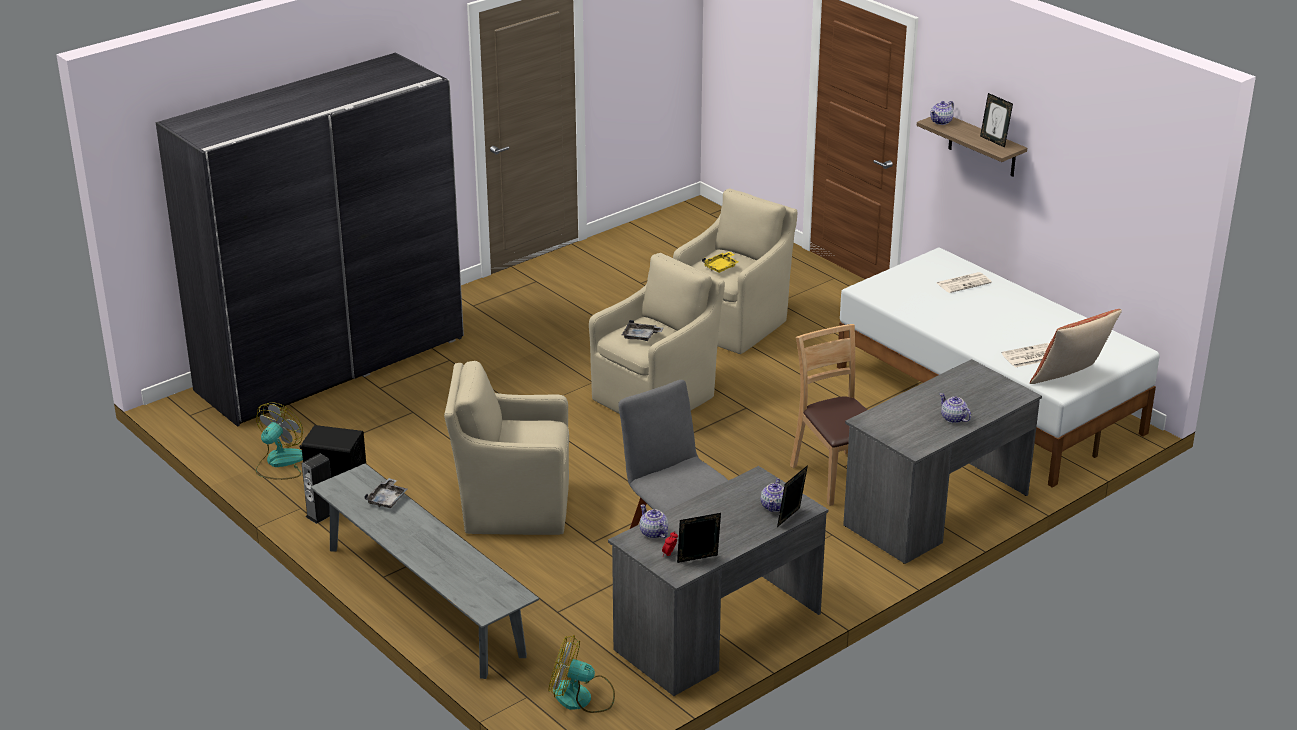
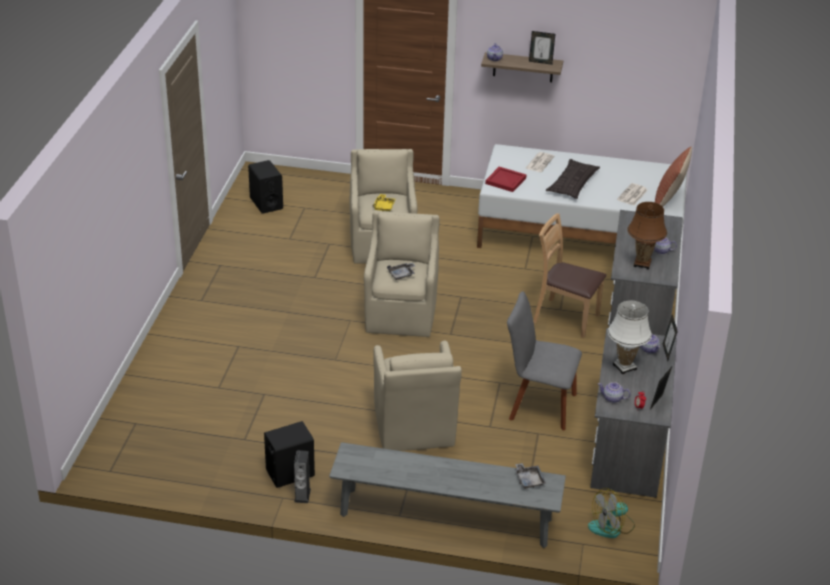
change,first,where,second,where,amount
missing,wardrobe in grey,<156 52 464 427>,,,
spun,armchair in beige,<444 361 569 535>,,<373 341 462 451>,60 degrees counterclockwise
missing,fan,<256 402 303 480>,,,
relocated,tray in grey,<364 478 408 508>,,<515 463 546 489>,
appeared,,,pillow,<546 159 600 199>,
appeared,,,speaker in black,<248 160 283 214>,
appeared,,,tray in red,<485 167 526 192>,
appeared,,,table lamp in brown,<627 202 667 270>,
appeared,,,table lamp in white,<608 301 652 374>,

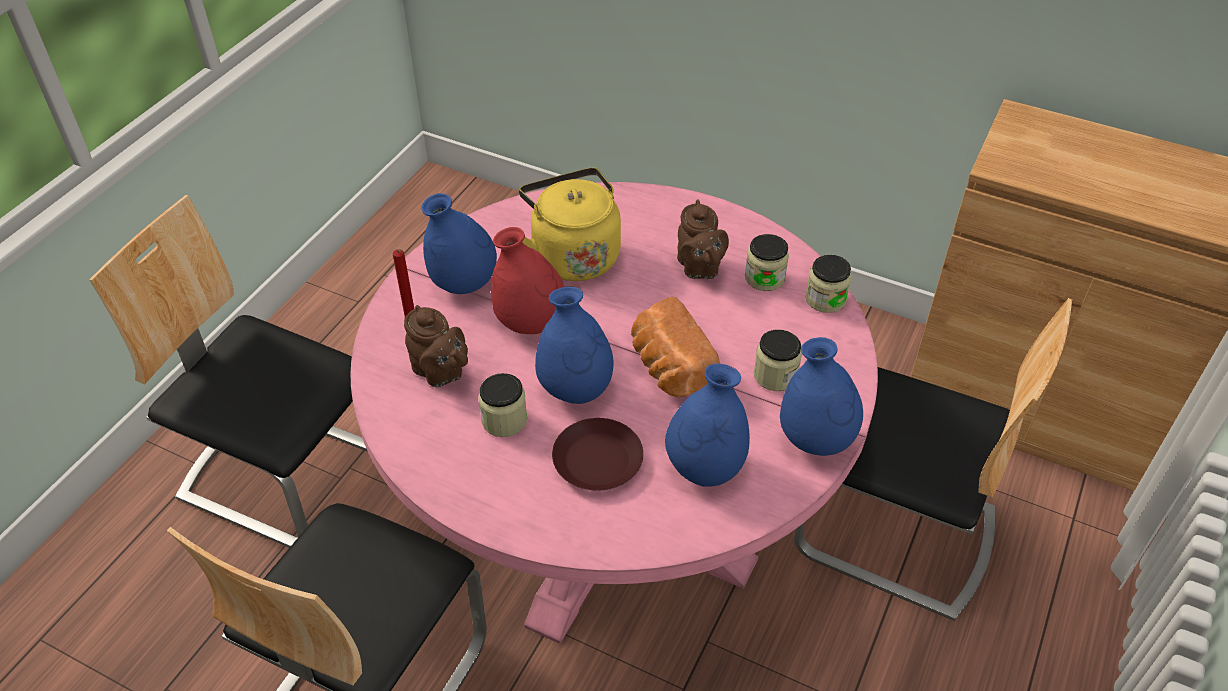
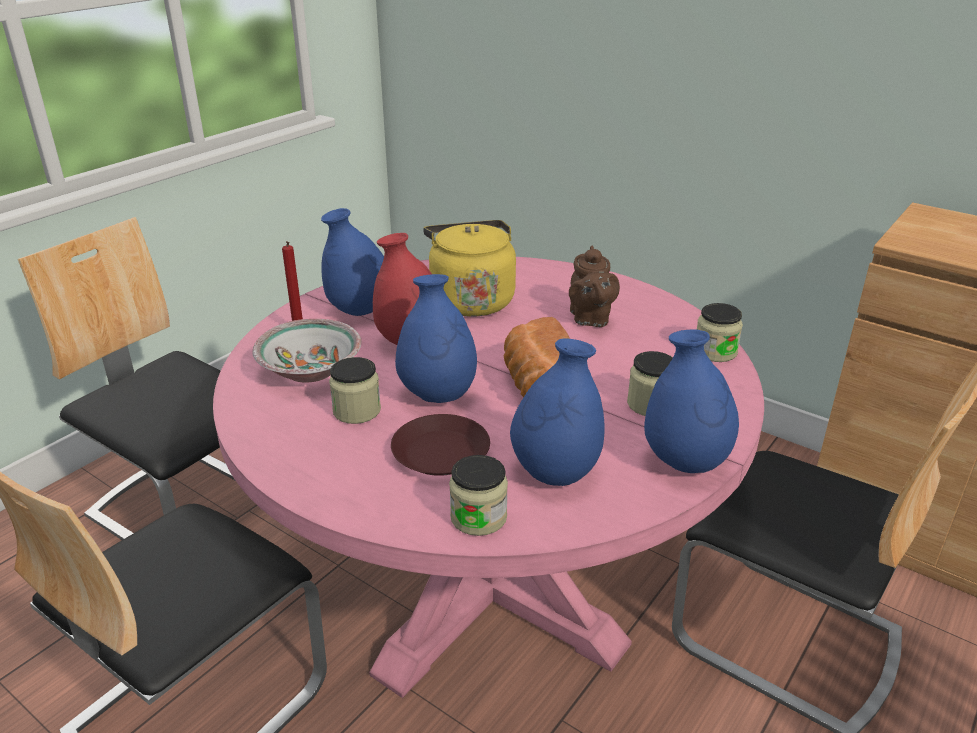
change,first,where,second,where,amount
relocated,jar,<745 234 789 291>,,<449 455 508 536>,
exchanged,teapot in brown,<404 305 468 387>,bowl,<252 319 361 383>,

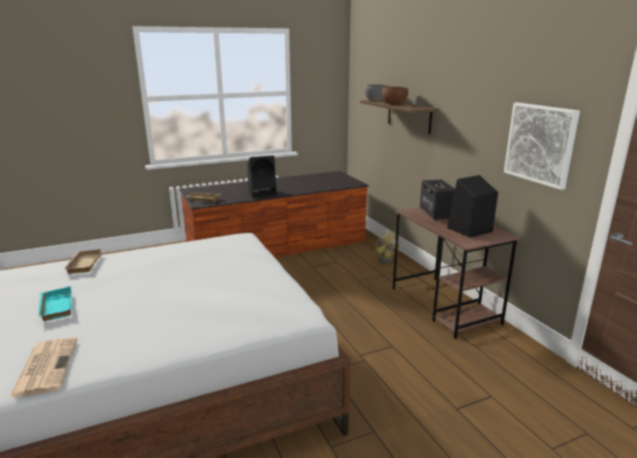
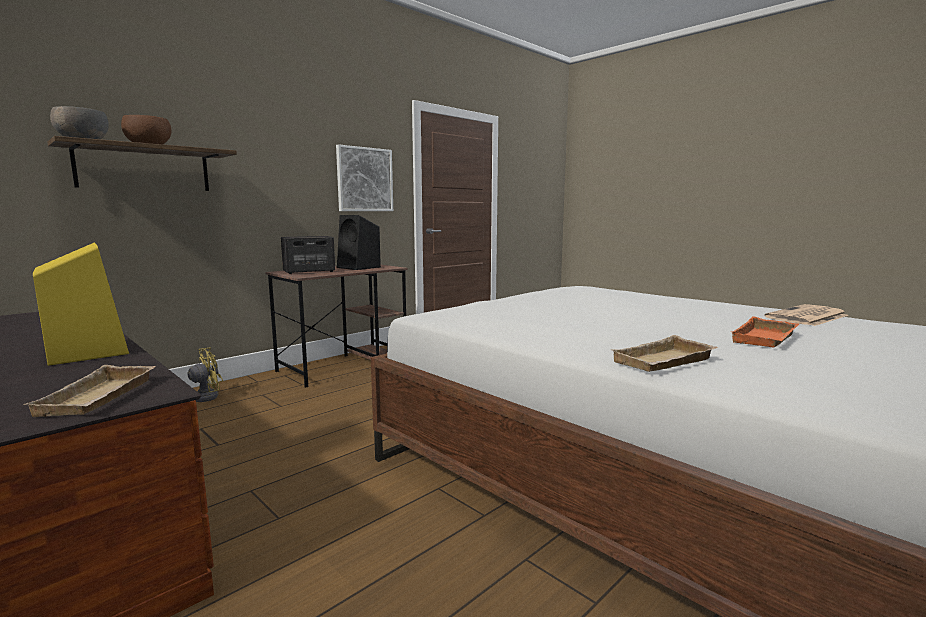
change,first,where,second,where,amount
colour,speaker in black,<247 156 277 198>,speaker in yellow,<33 243 129 366>,
colour,tray in turquoise,<38 286 72 321>,tray in orange,<732 316 799 348>,

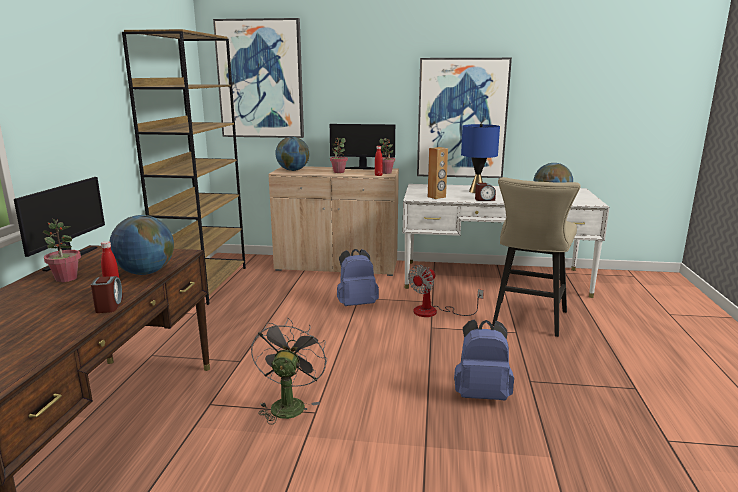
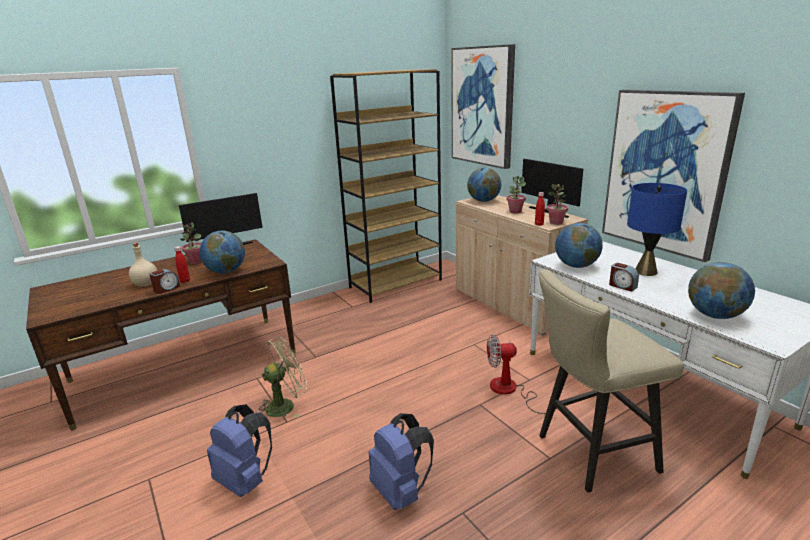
change,first,where,second,where,amount
exchanged,speaker in brown,<428 147 448 199>,globe,<555 223 603 268>,
relocated,backpack in blue,<337 249 379 306>,,<207 405 272 497>,
colour,fan in grey,<251 318 327 425>,fan in green,<256 336 307 418>,
appeared,,,bottle in beige,<129 242 157 287>,

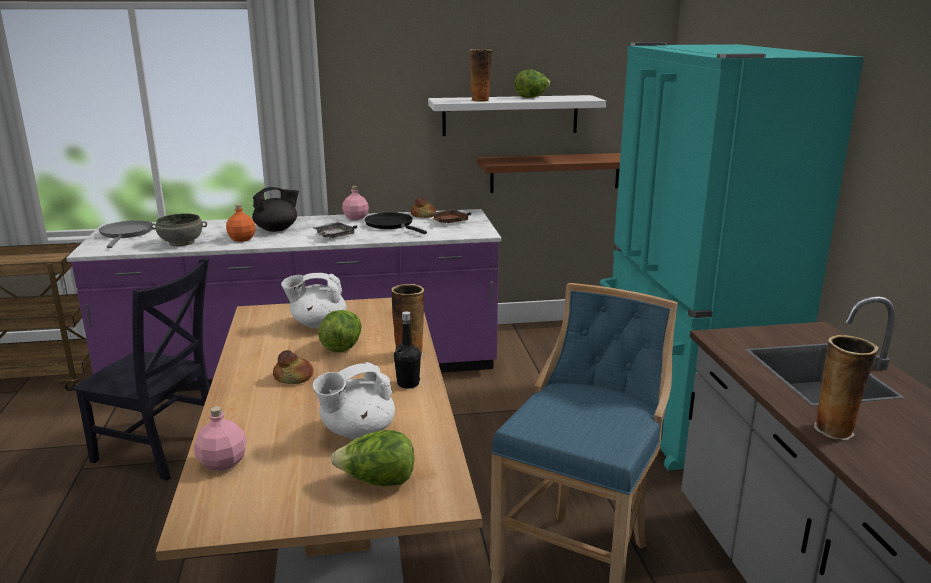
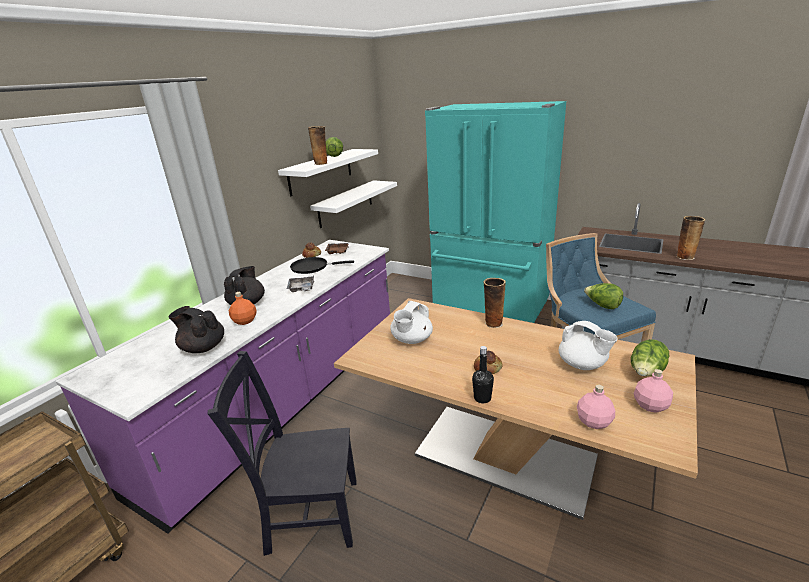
change,first,where,second,where,amount
colour,shelf in brown,<477 153 621 193>,shelf in white,<310 180 397 228>,
relocated,bottle in pink,<342 186 369 220>,,<634 369 673 412>,
exchanged,bowl in grey,<150 213 207 246>,teapot in black,<169 306 224 353>,
missing,frying pan in grey,<99 220 153 248>,,,
spun,chair in black,<72 258 210 481>,,<207 351 357 556>,150 degrees counterclockwise
relocated,lettuce,<318 310 362 353>,,<584 283 623 309>,
relocated,bottle in black,<394 311 421 389>,,<472 346 494 403>,
spun,teapot in white,<313 362 395 439>,,<559 321 618 370>,45 degrees counterclockwise

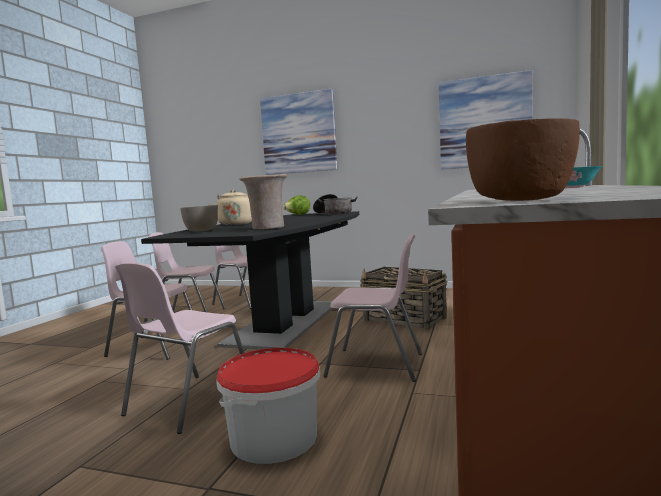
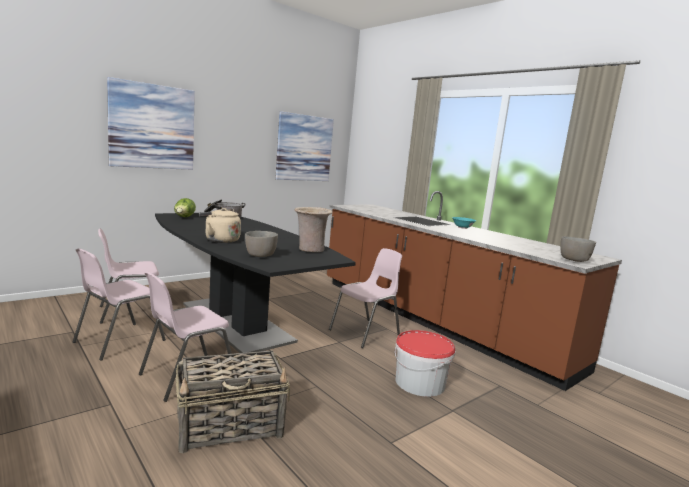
change,first,where,second,where,amount
colour,bowl in brown,<466 118 580 201>,bowl in grey,<560 236 596 262>,
missing,chair in pink,<115 262 244 434>,,,
relocated,basket,<360 267 447 330>,,<176 350 290 453>,

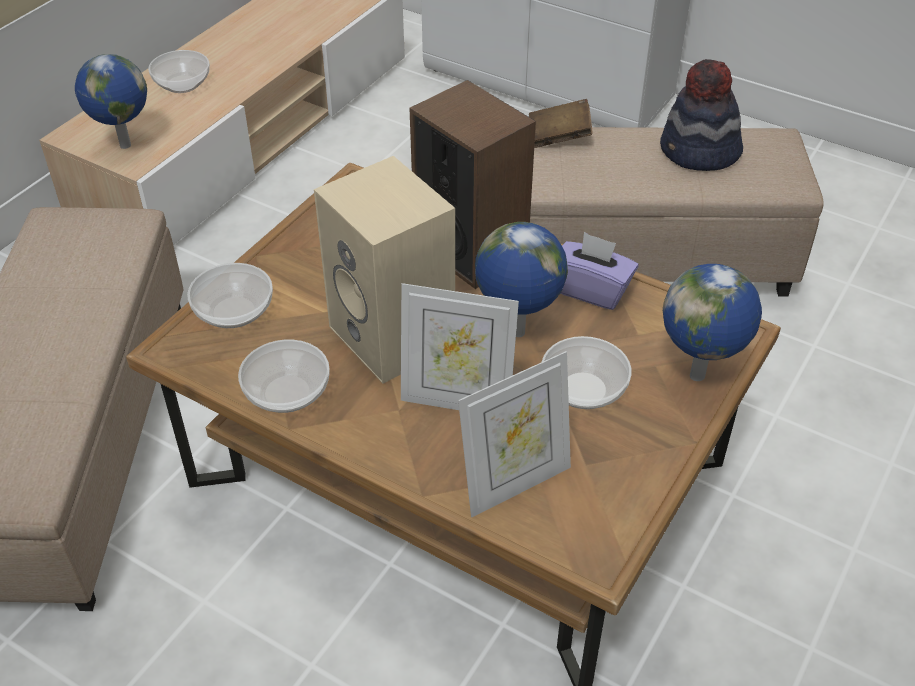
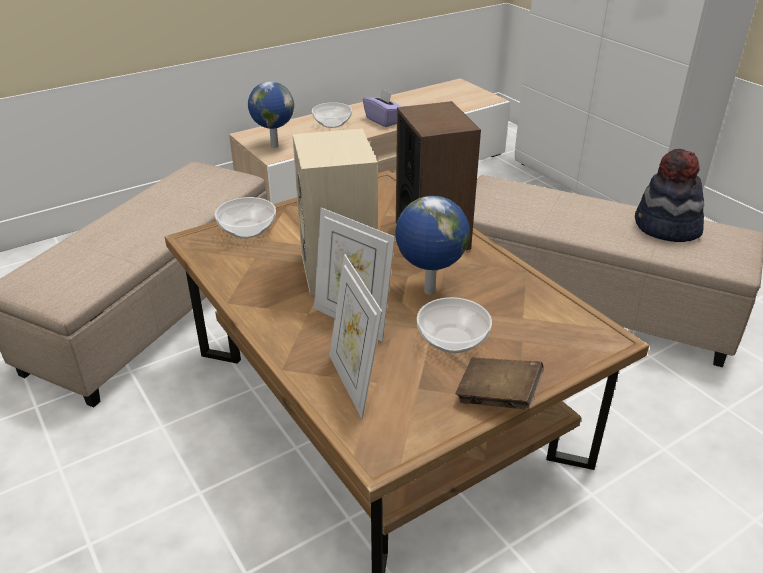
change,first,where,second,where,amount
relocated,book in brown,<529 99 593 148>,,<456 358 544 410>,
relocated,tissue box in purple,<560 232 639 310>,,<363 88 402 127>,
missing,globe,<663 264 762 381>,,,
missing,bowl,<238 339 330 413>,,,
spun,picture frame,<458 351 571 517>,,<329 254 383 419>,75 degrees clockwise

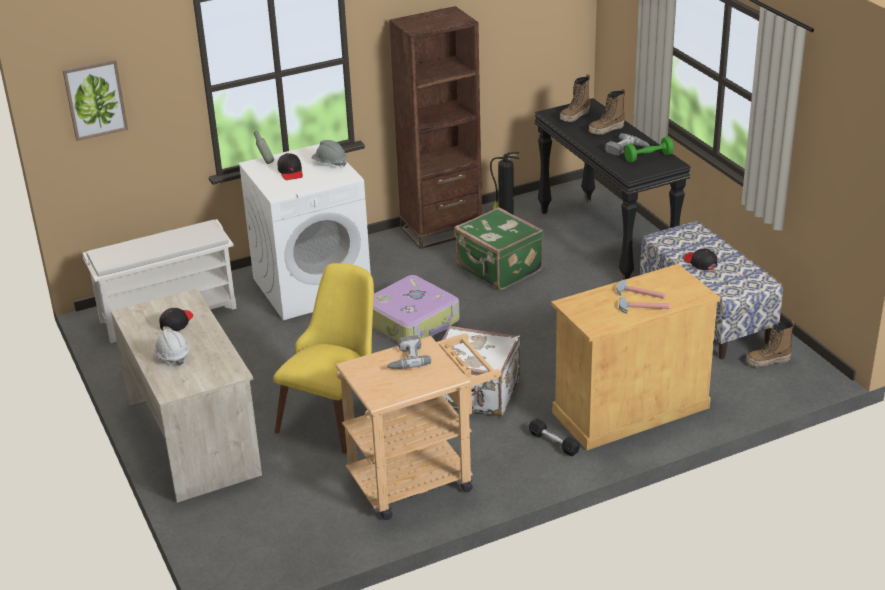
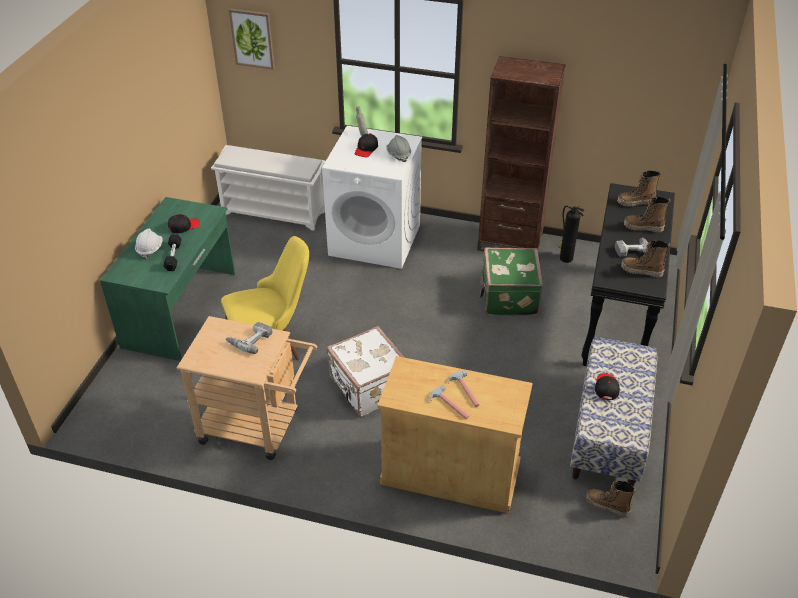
change,first,where,second,where,amount
exchanged,dumbbell in green,<624 137 674 163>,boot,<621 240 670 278>,
missing,suitcase,<372 275 460 342>,,,
colour,desk in beige,<111 288 262 503>,desk in green,<100 197 235 361>,
relocated,dumbbell in black,<529 418 580 457>,,<163 234 182 271>,

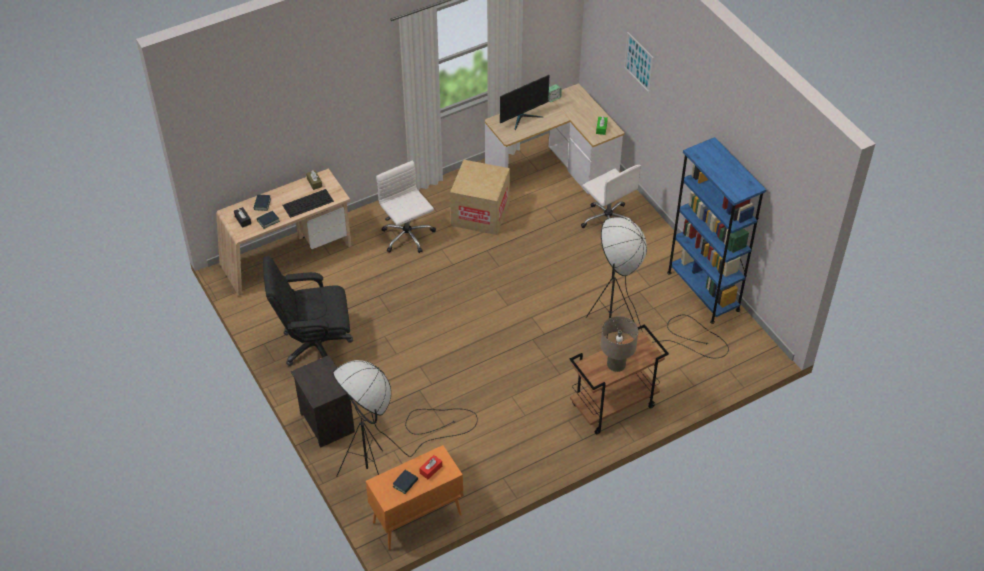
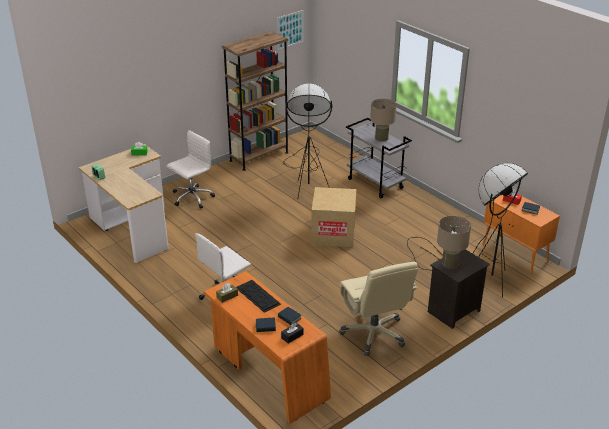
change,first,where,second,where,amount
relocated,picture,<624 32 654 93>,,<277 10 304 50>,
missing,monitor,<500 75 549 130>,,,
colour,bookcase in blue,<667 137 767 324>,bookcase in brown,<222 31 289 171>,
relocated,cardboard box,<450 160 510 235>,,<311 187 356 247>,
colour,desk in beige,<216 168 351 296>,desk in orange,<204 271 331 424>,
colour,office chair in black,<263 256 353 366>,office chair in beige,<339 262 418 356>,
colour,cart in brown,<570 324 669 434>,cart in grey,<346 118 412 198>,
appeared,,,table lamp in beige,<437 216 471 269>,

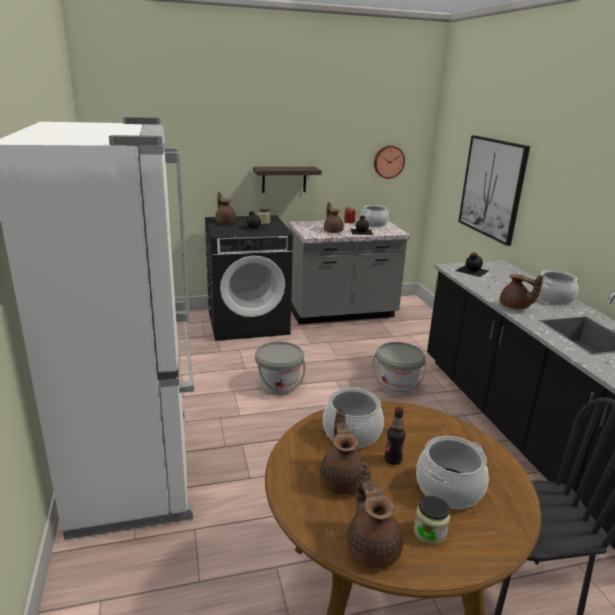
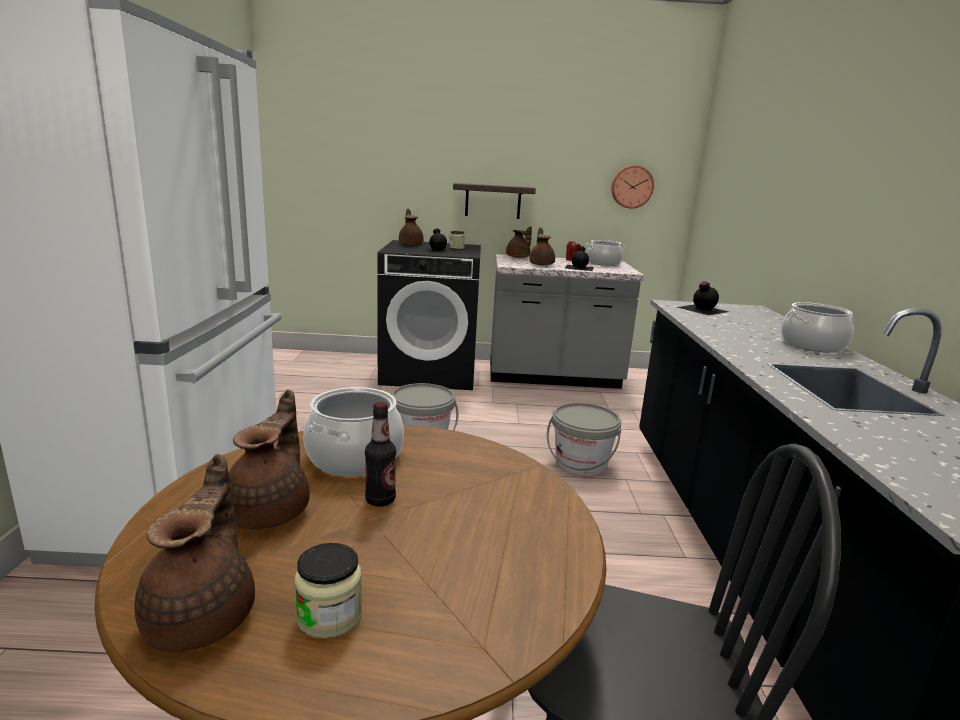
change,first,where,second,where,amount
missing,picture,<458 135 530 246>,,,
relocated,teapot in brown,<499 274 544 309>,,<506 226 532 258>,
missing,cooking pot,<416 436 489 509>,,,

